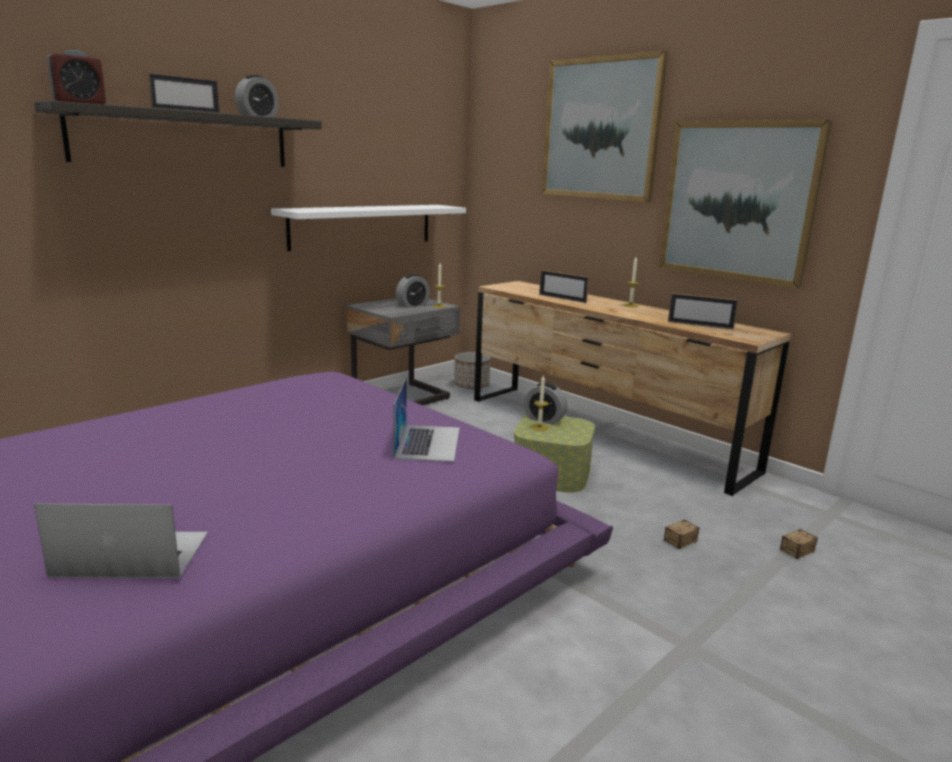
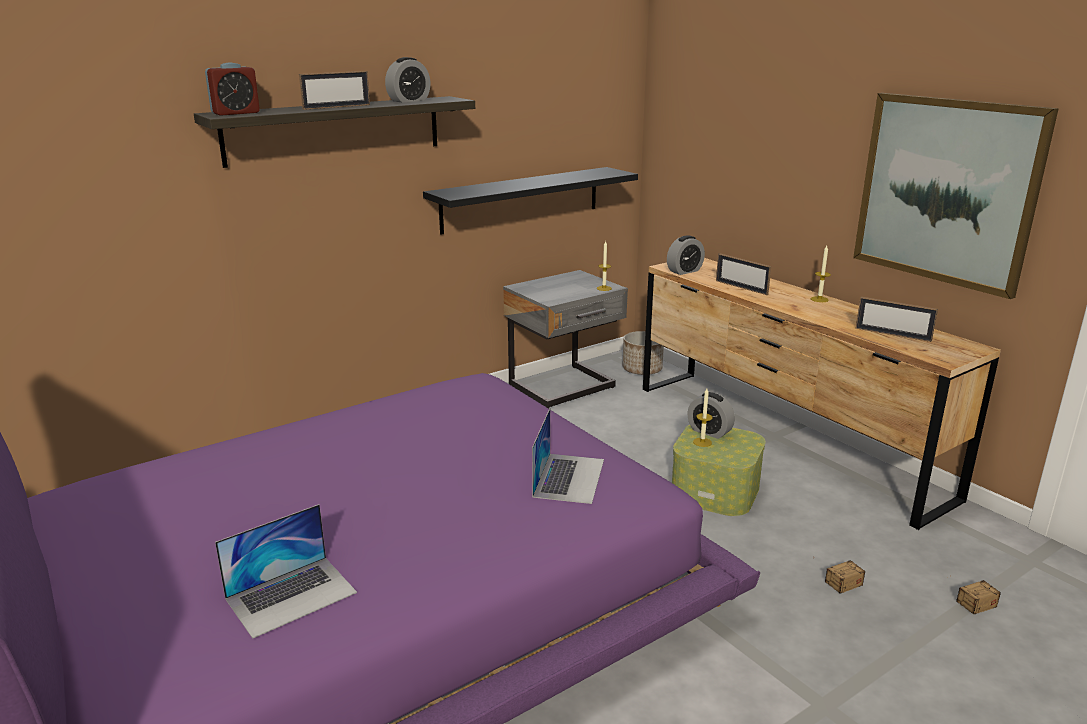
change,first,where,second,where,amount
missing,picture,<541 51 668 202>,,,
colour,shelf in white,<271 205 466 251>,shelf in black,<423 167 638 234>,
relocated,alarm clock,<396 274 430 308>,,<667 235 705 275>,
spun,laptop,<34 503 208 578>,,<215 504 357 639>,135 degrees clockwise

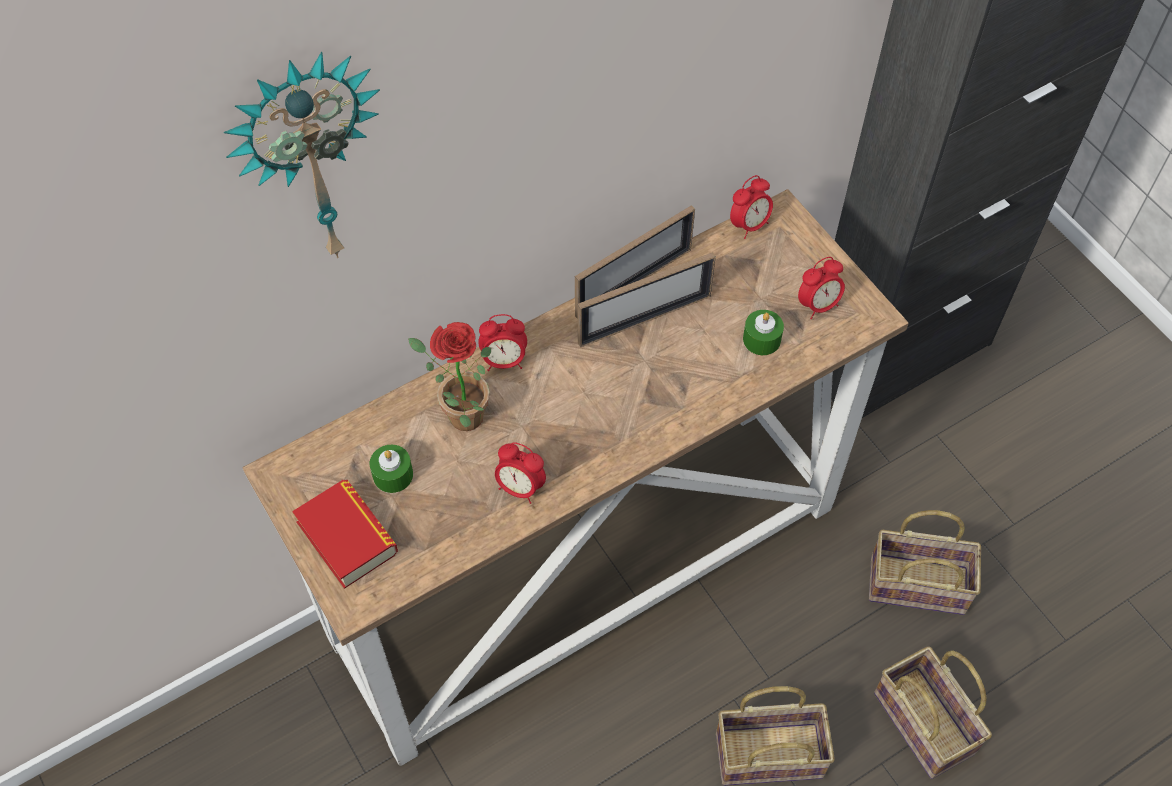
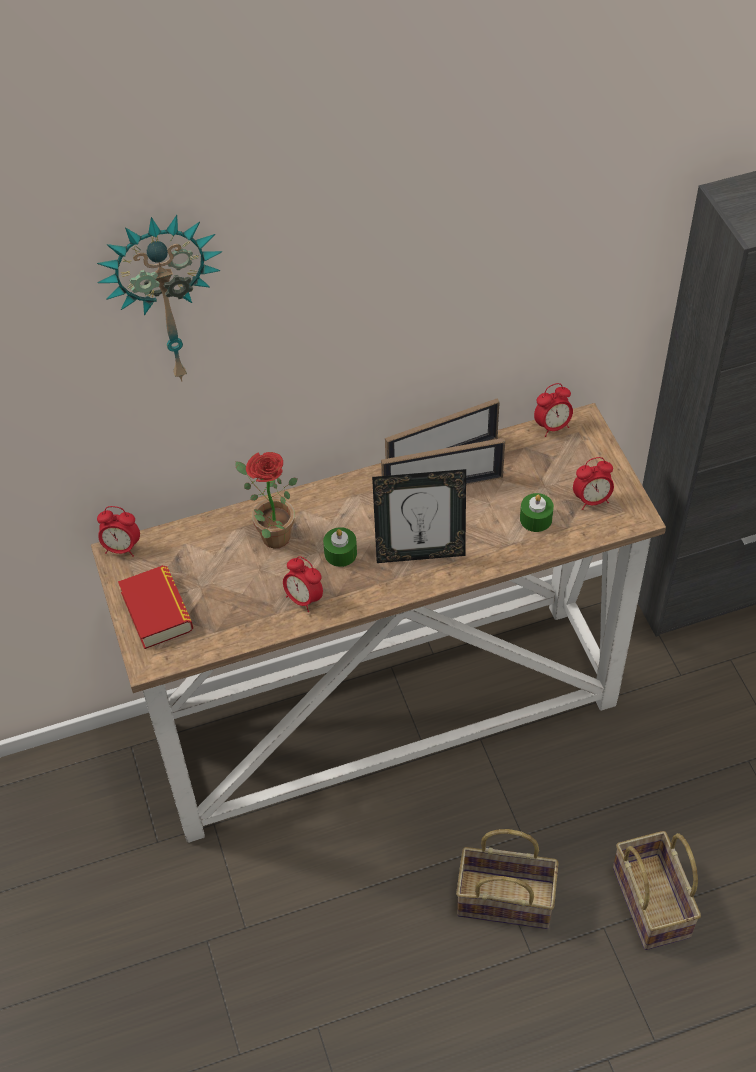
change,first,where,second,where,amount
relocated,alarm clock,<478 314 527 371>,,<97 506 140 557>,
relocated,candle in green,<370 445 413 493>,,<323 527 357 567>,
missing,basket,<869 510 981 615>,,,
appeared,,,picture frame,<372 469 466 563>,

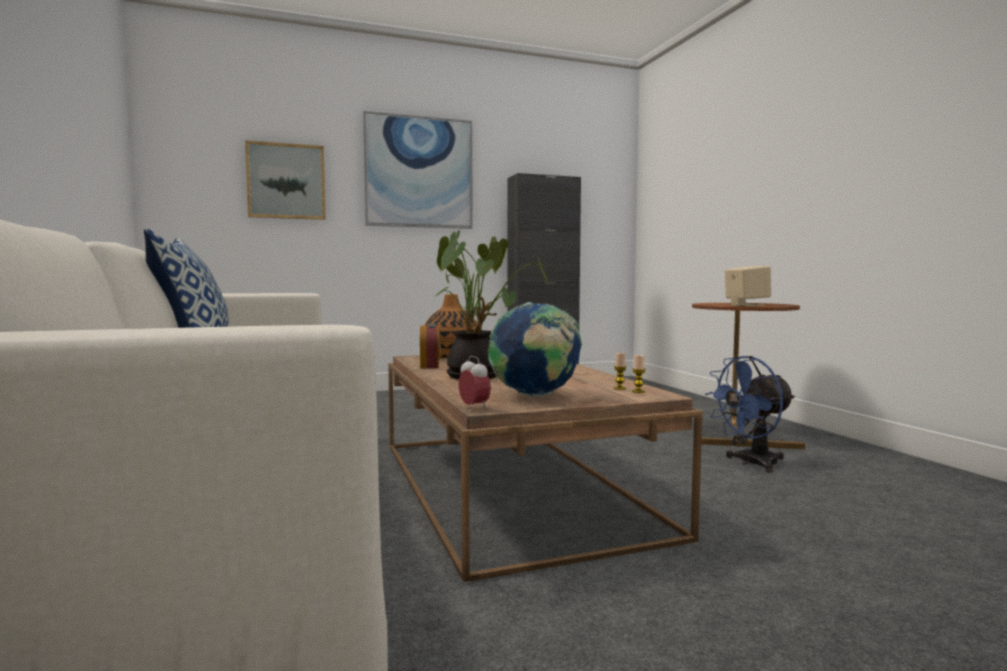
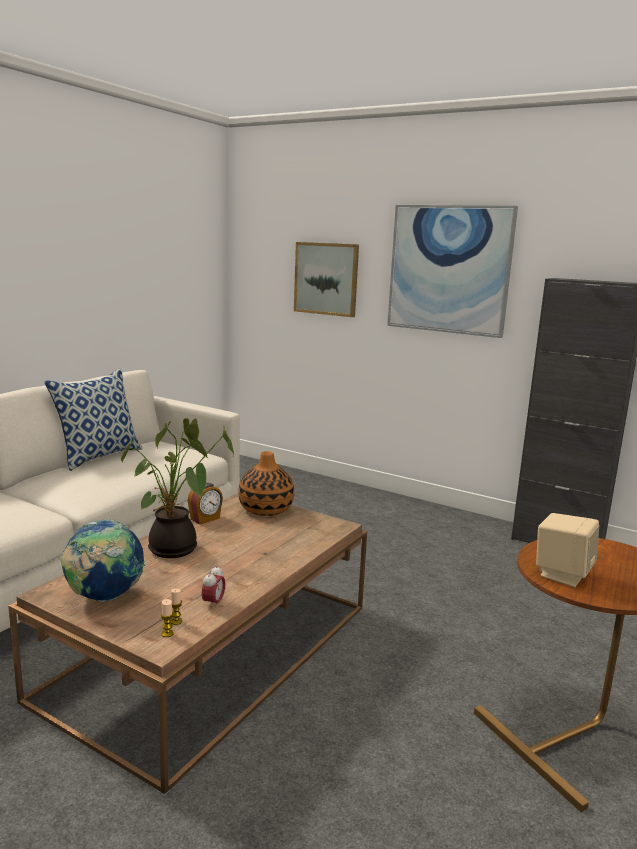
change,first,where,second,where,amount
relocated,alarm clock,<459 356 491 409>,,<202 565 226 610>,
missing,fan in blue,<705 356 795 473>,,,

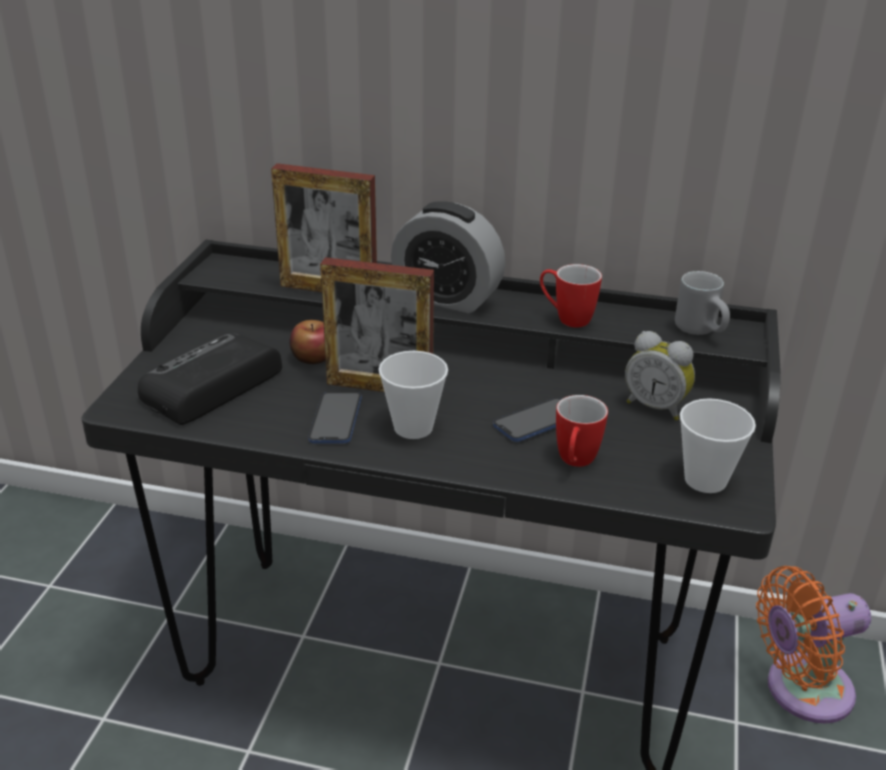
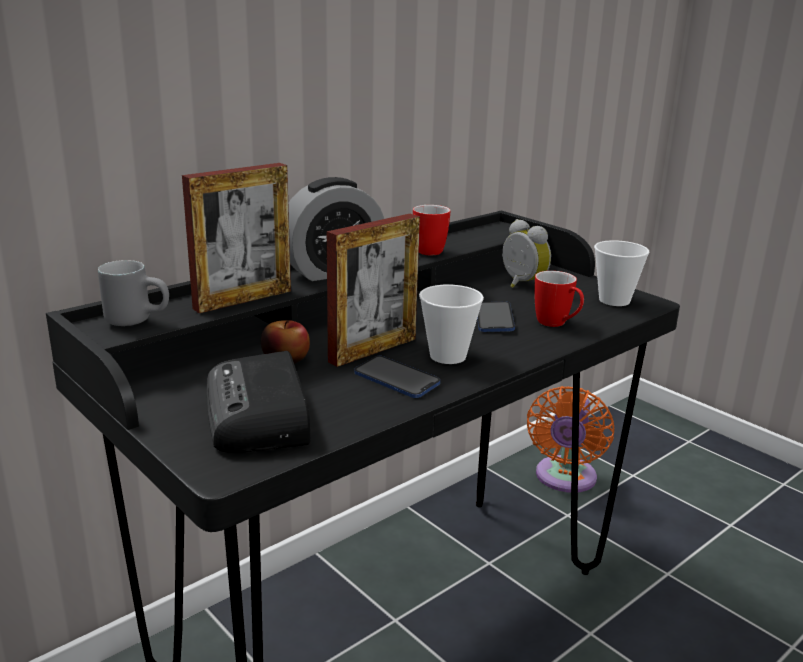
change,first,where,second,where,amount
relocated,mug in grey,<675 271 730 335>,,<98 260 169 326>,
spun,alarm clock,<625 331 695 420>,,<502 219 551 288>,105 degrees counterclockwise

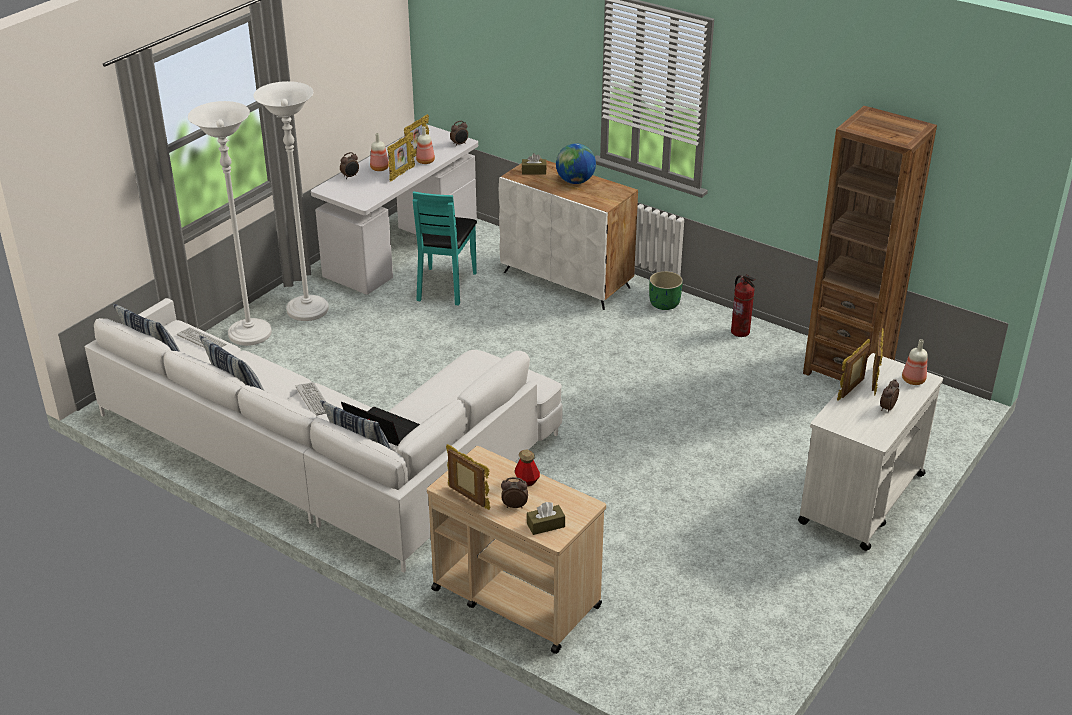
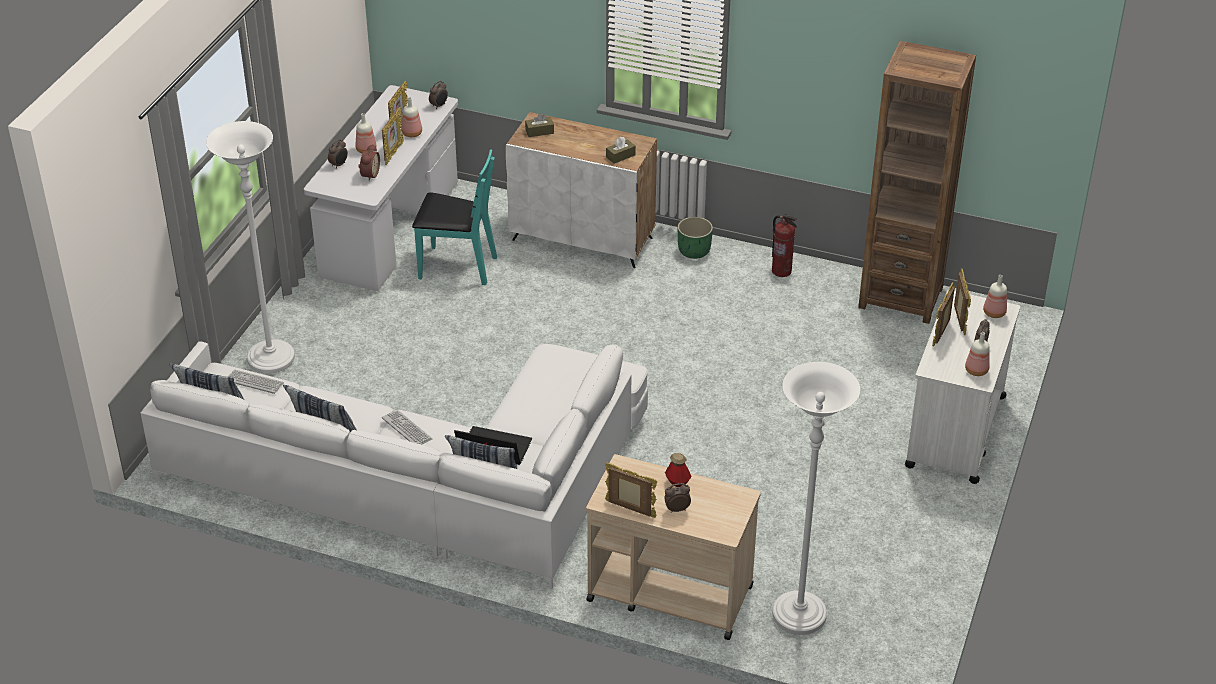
change,first,where,second,where,amount
relocated,floor lamp in white,<253 81 329 321>,,<772 362 860 635>,
missing,globe,<556 143 596 184>,,,
spun,chair in turquoise,<413 192 477 305>,,<412 149 497 285>,75 degrees counterclockwise
relocated,tissue box in brown,<527 502 565 535>,,<606 137 636 164>,
appeared,,,alarm clock,<358 144 380 181>,
appeared,,,bottle,<965 332 990 376>,

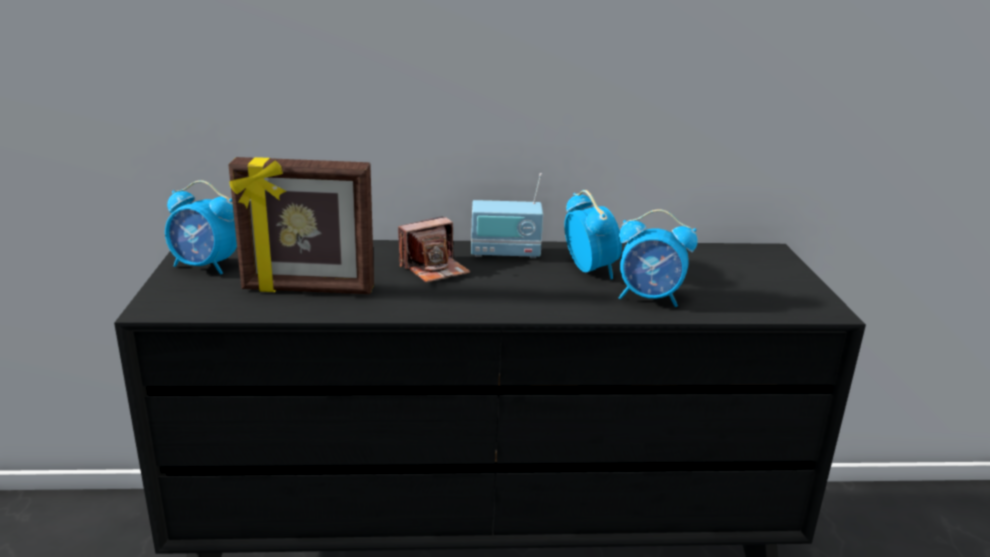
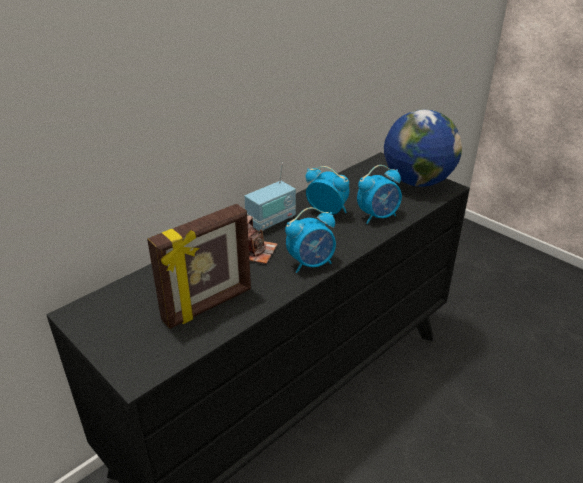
change,first,where,second,where,amount
relocated,alarm clock,<165 180 237 274>,,<285 207 336 273>,
appeared,,,globe,<384 109 462 187>,

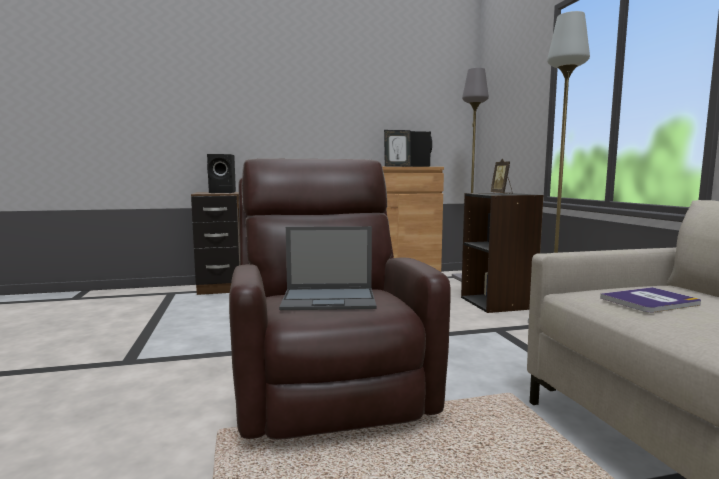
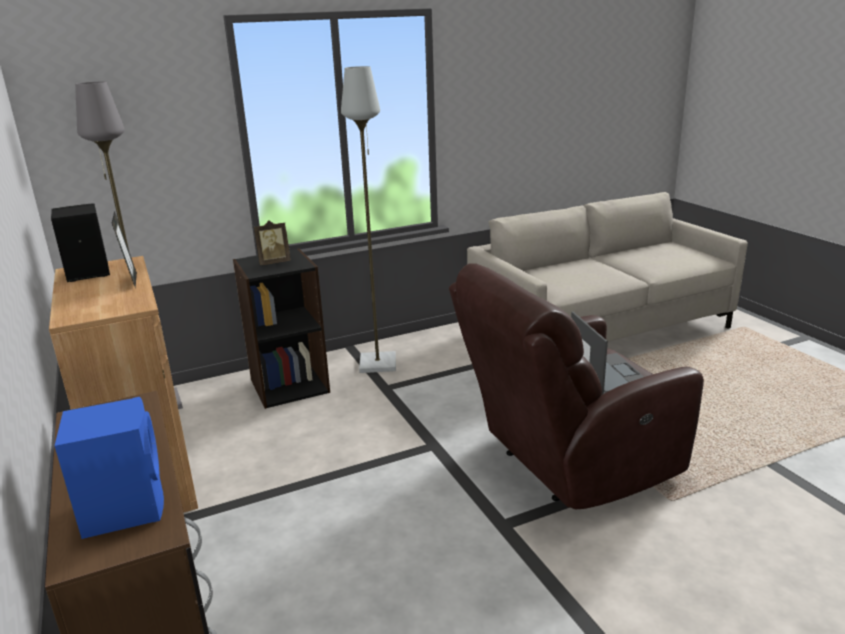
change,first,where,second,where,amount
colour,speaker in black,<207 154 236 193>,speaker in blue,<55 397 164 539>,
missing,book,<600 287 701 312>,,,

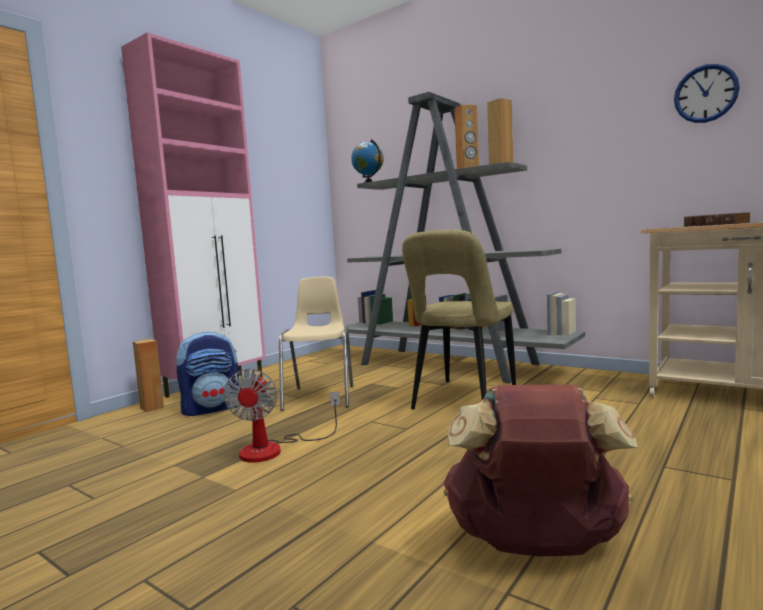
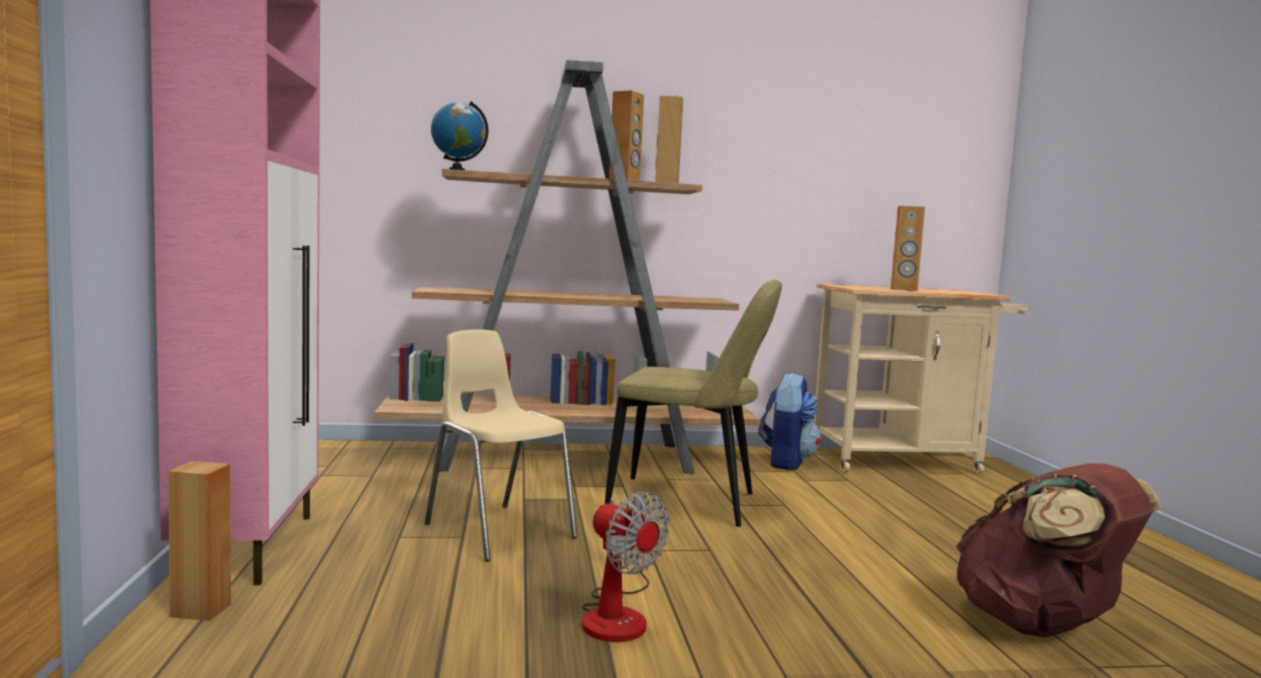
change,first,where,second,where,amount
missing,wall clock,<674 64 740 123>,,,
colour,bookcase in grey,<344 92 585 383>,bookcase in brown,<375 60 761 474>,
exchanged,book,<684 212 751 227>,speaker in brown,<891 206 925 291>,
spun,chair in beige,<402 230 516 409>,,<605 279 782 527>,60 degrees counterclockwise
relocated,backpack,<176 331 239 416>,,<758 372 821 470>,

